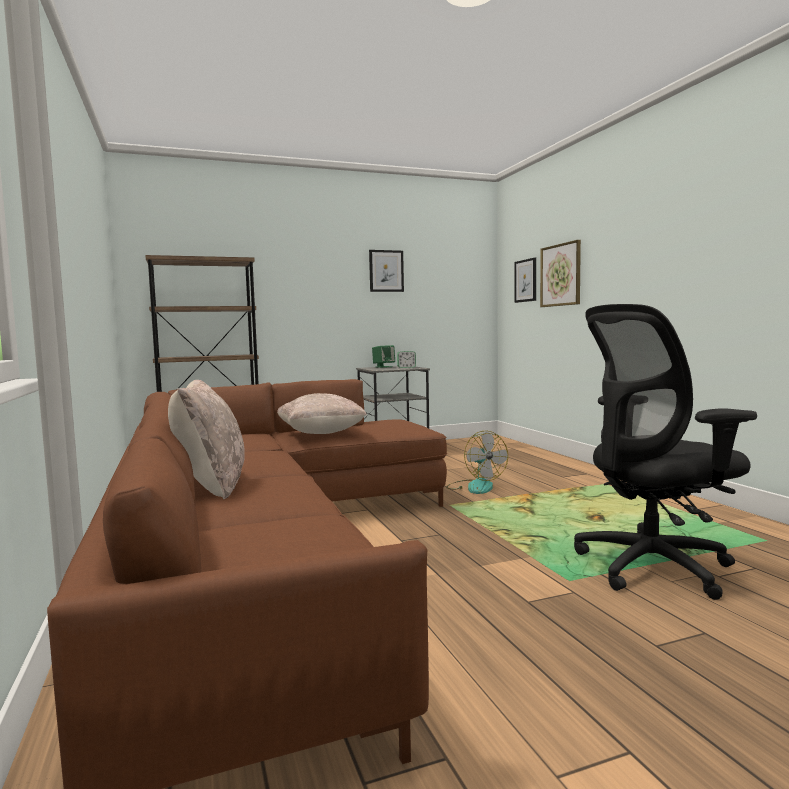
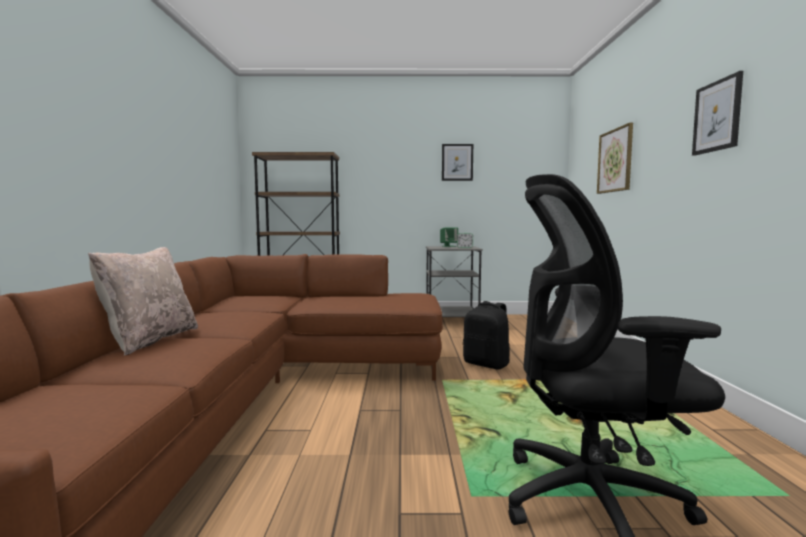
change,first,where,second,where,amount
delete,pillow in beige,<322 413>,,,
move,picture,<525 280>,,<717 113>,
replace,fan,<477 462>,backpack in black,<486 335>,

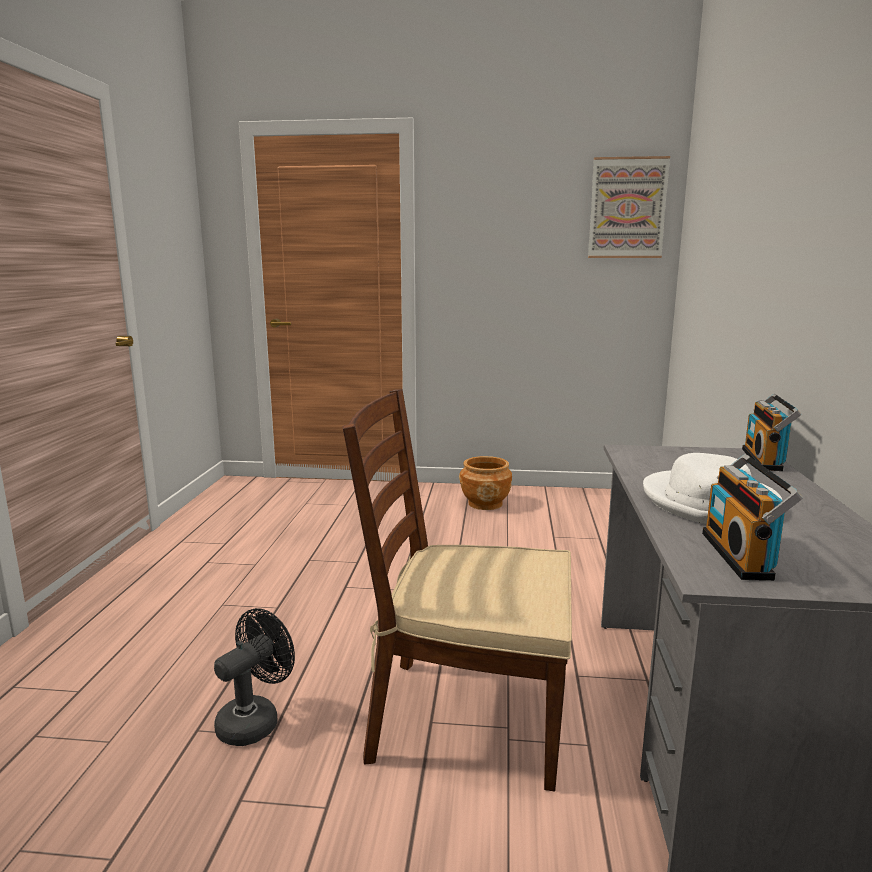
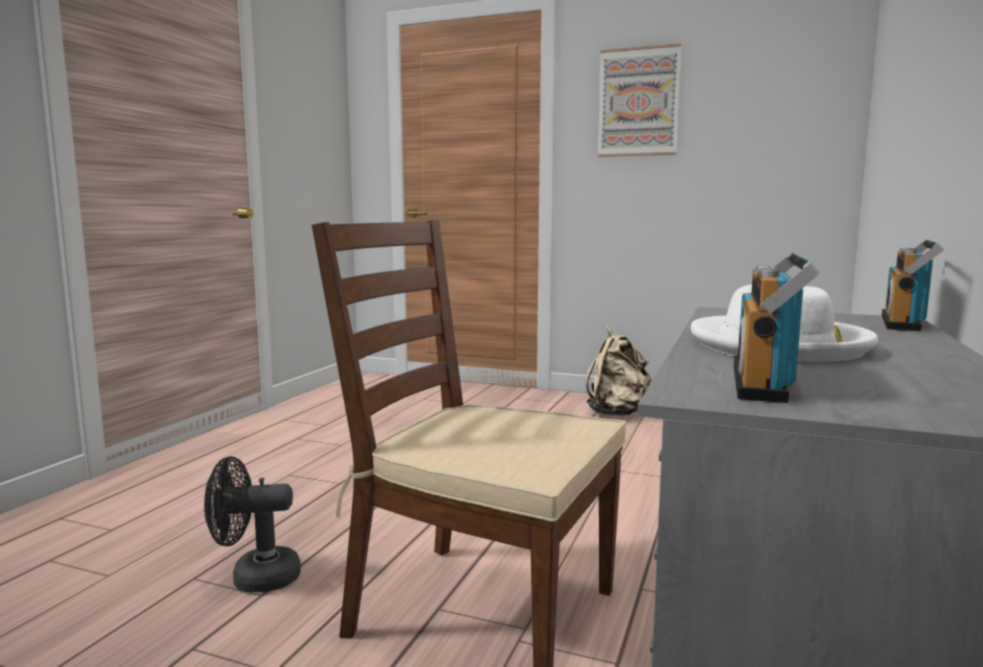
change,first,where,second,where,amount
move,picture,<629 207>,,<640 100>,
replace,planter in brown,<485 483>,backpack in beige,<618 370>,
rotate,fan in black,<254 677>,,<252 524>,150 degrees counterclockwise

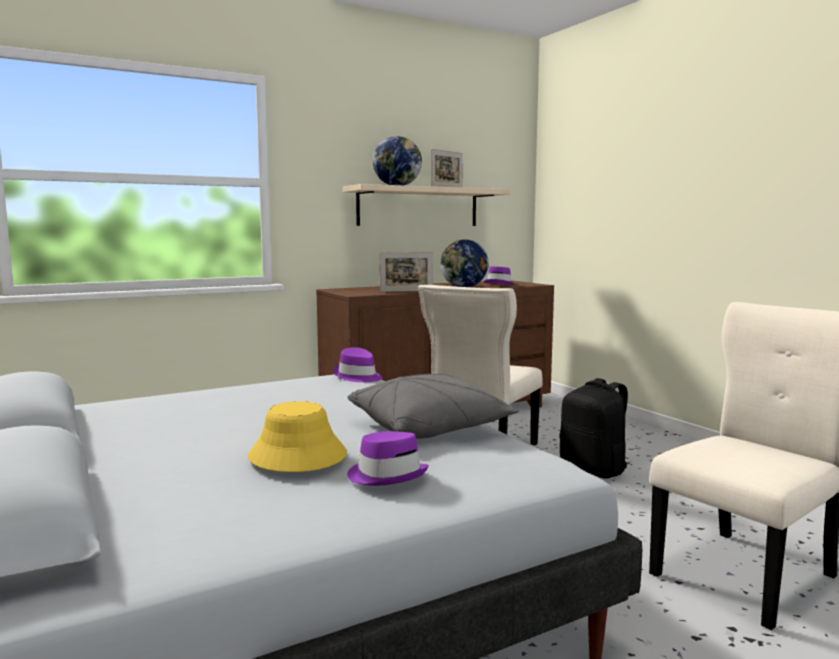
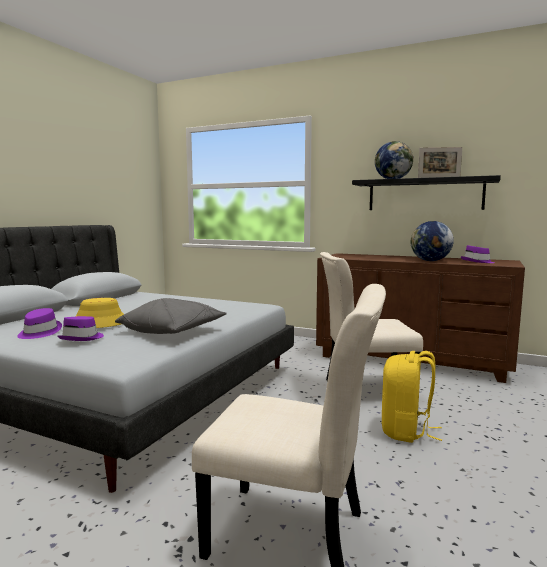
change,first,where,second,where,amount
delete,picture frame,<406 272>,,,
move,hat in purple,<358 364>,,<39 323>,
recolor,shelf in beige,<426 205>,shelf in black,<426 192>,
recolor,backpack in black,<594 428>,backpack in yellow,<412 397>,

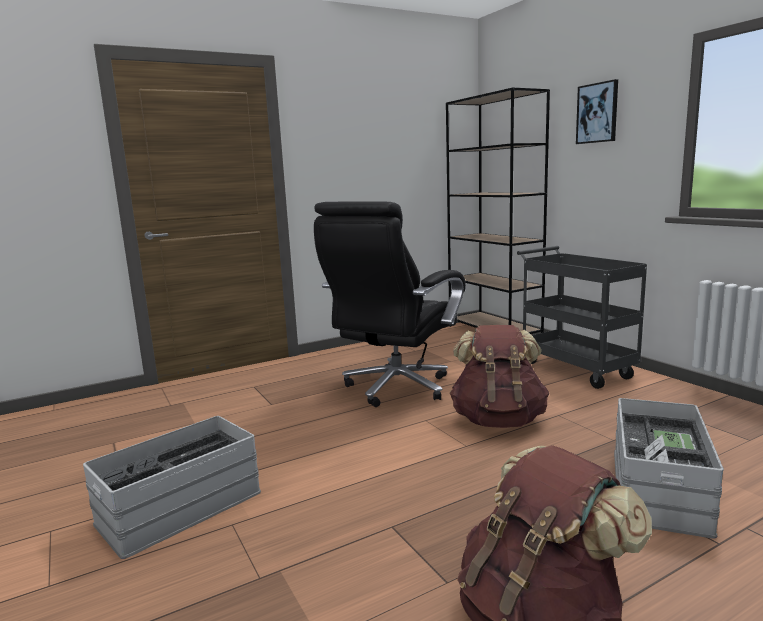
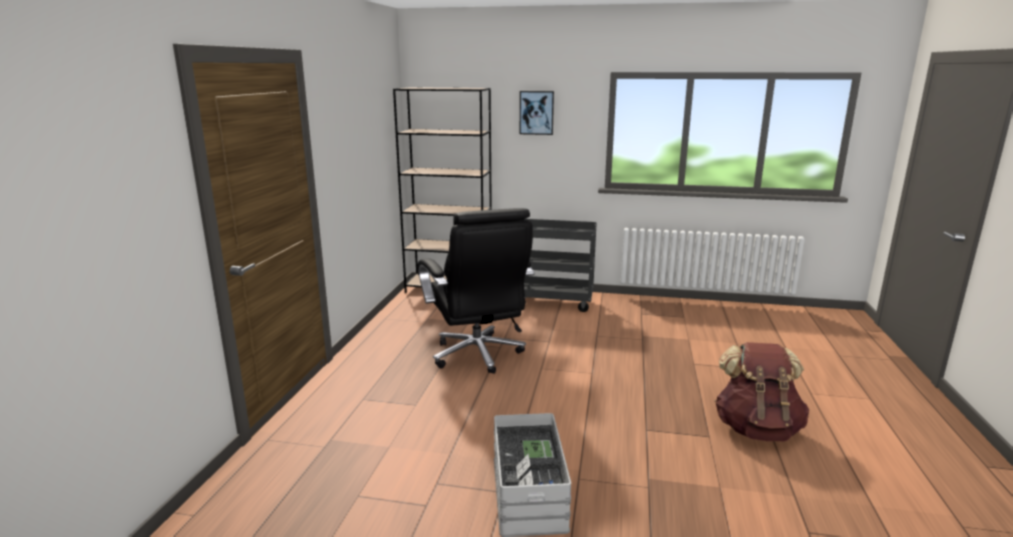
change,first,where,second,where,amount
delete,backpack in brown,<499 376>,,,
delete,storage box in grey,<669 468>,,,

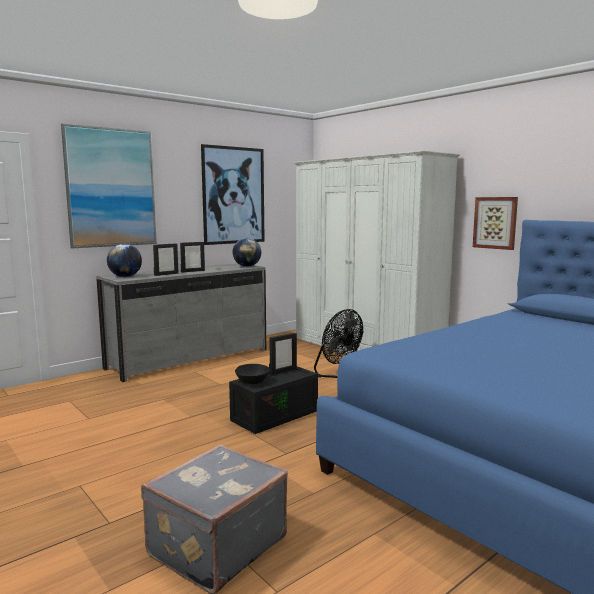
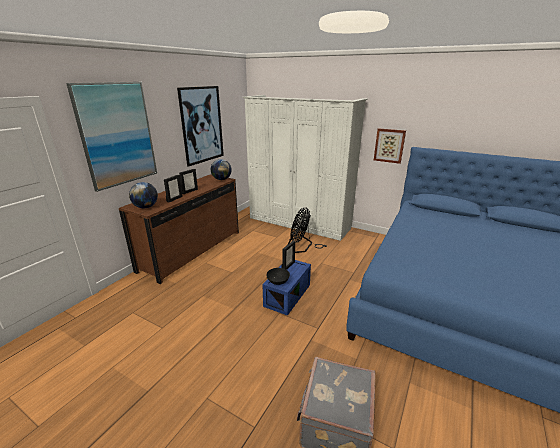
change,first,where,second,where,amount
recolor,dresser in grey,<181 322>,dresser in brown,<179 229>,
recolor,storage box in black,<273 400>,storage box in blue,<286 288>,

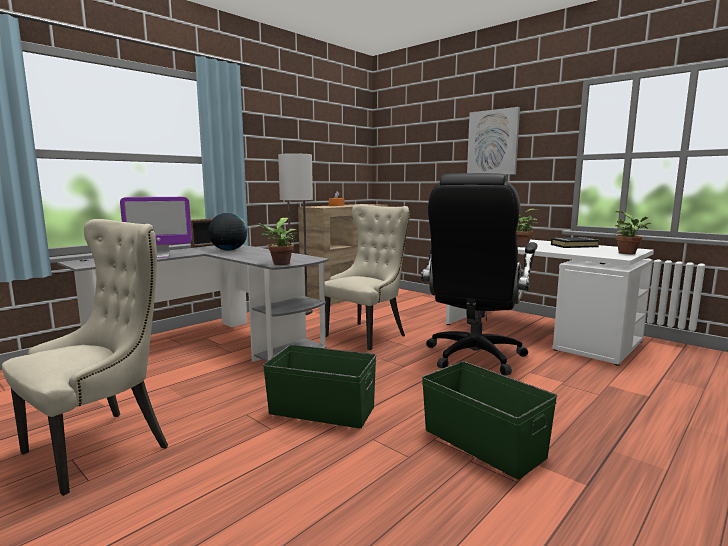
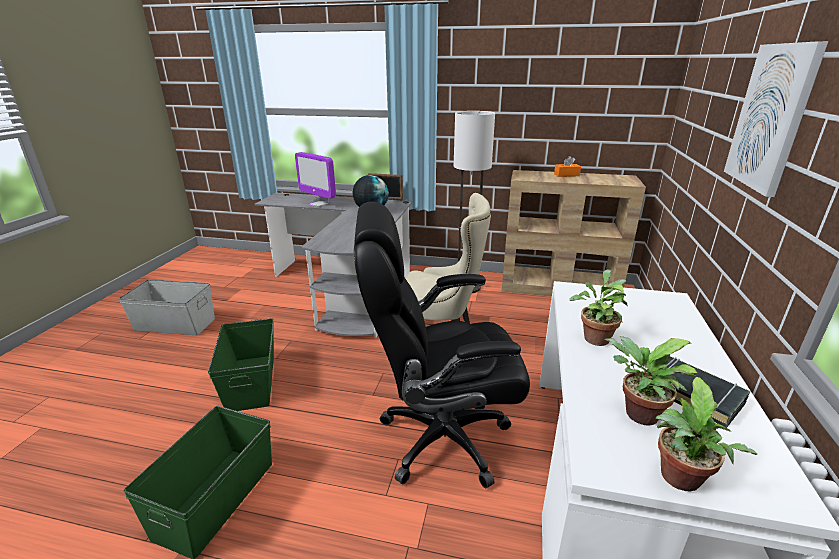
change,first,where,second,where,amount
move,potted plant,<276 241>,,<651 381>,
replace,chair in beige,<85 357>,storage box in grey,<167 307>,

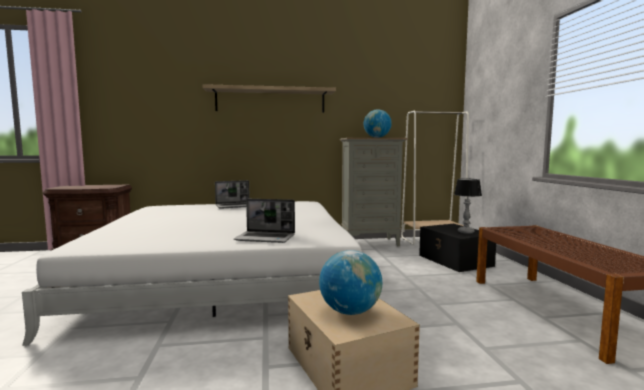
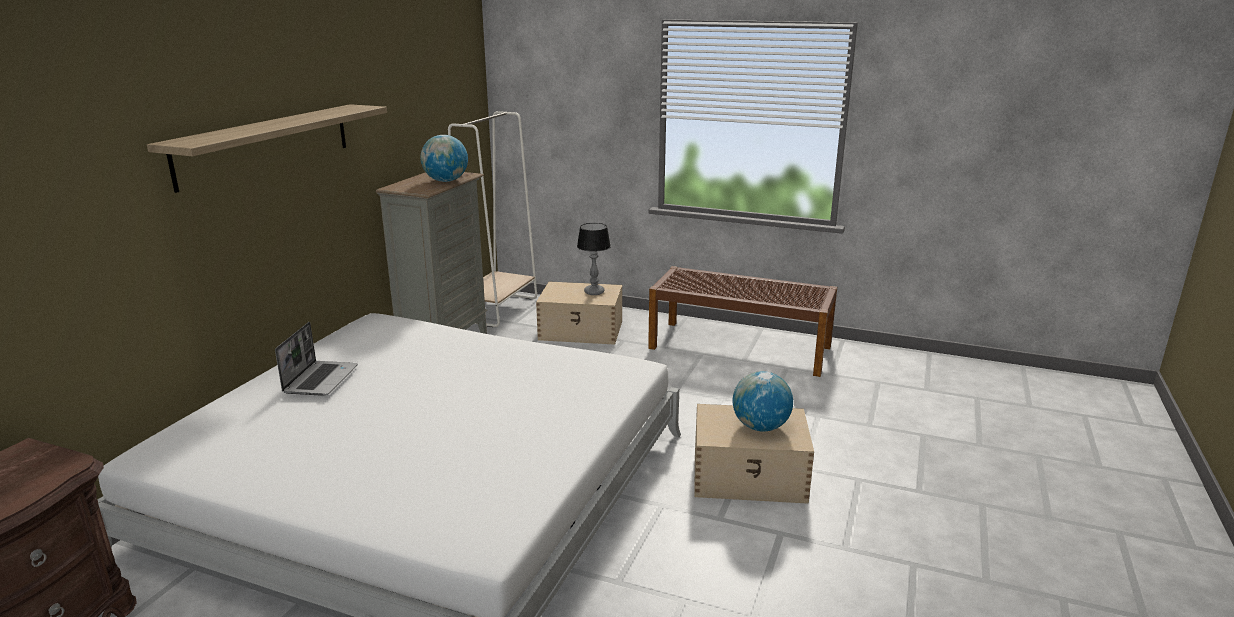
change,first,where,second,where,amount
delete,laptop,<264 221>,,,
recolor,storage box in black,<457 248>,storage box in beige,<579 313>,

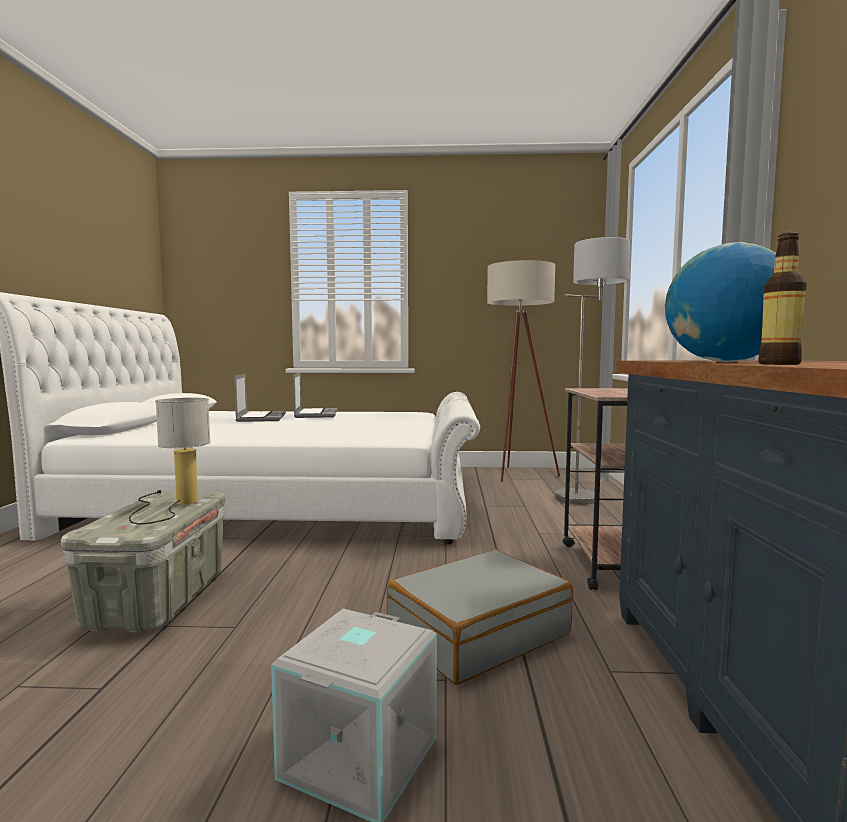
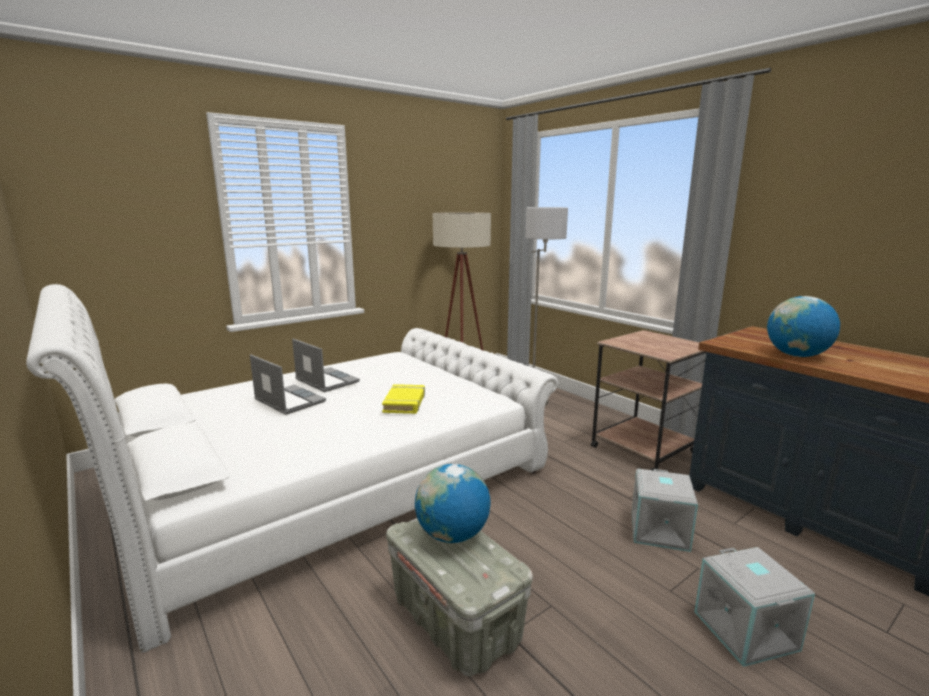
change,first,where,second,where,amount
delete,bottle,<782 298>,,,
insert,,,book in yellow,<403 399>,
replace,table lamp,<170 461>,globe,<453 503>,
replace,suitcase in grey,<480 617>,storage box in grey,<665 510>,

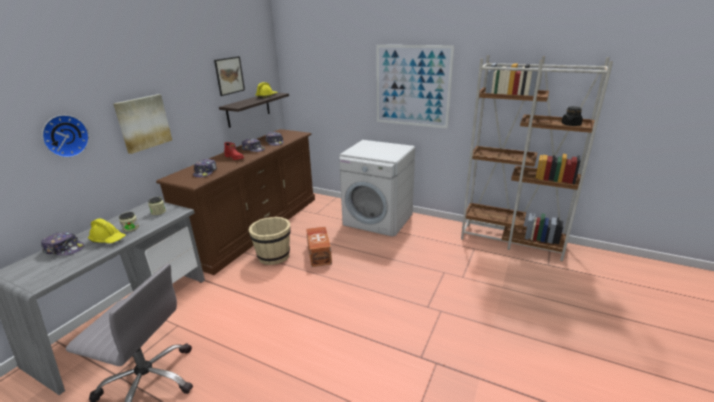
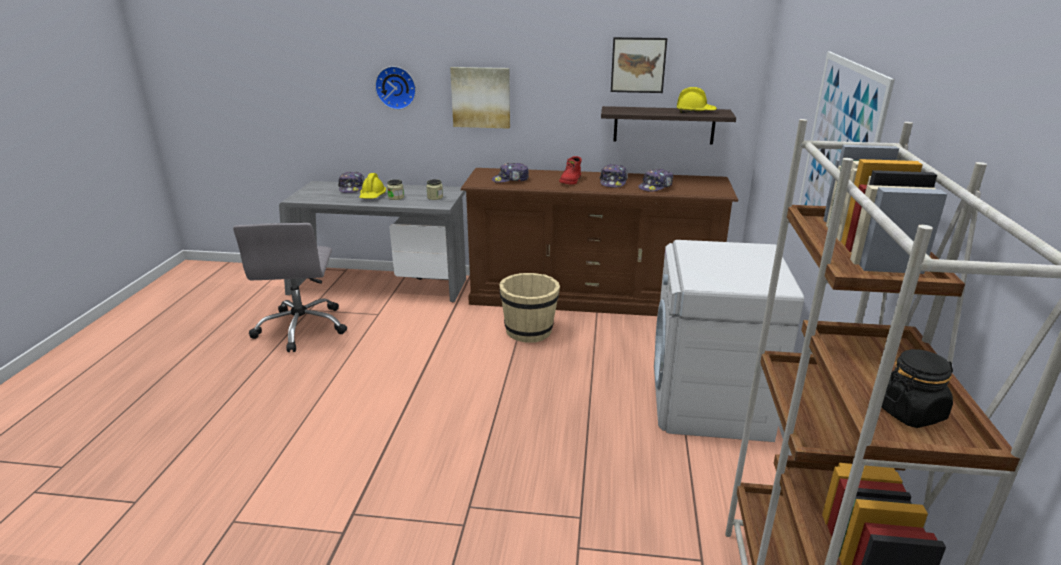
change,first,where,second,where,amount
delete,storage box in brown,<319 246>,,,

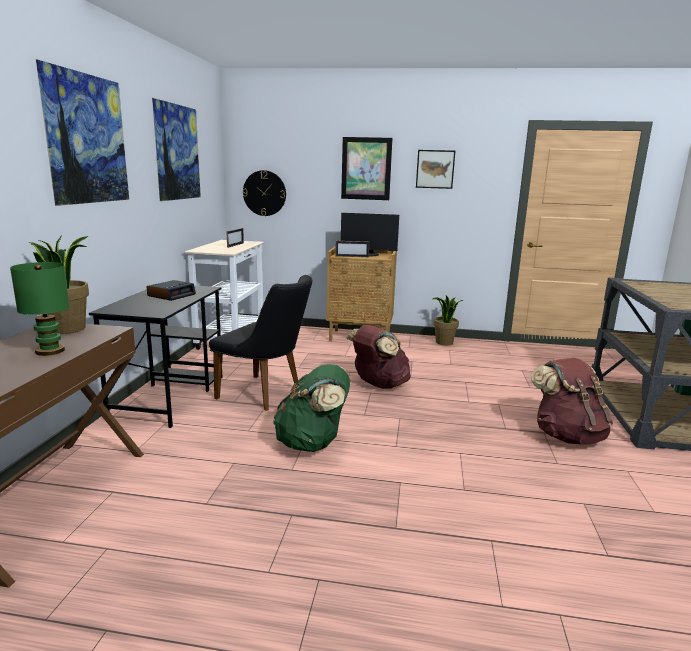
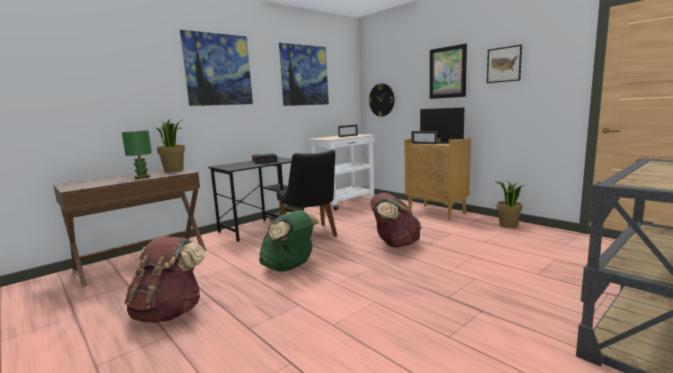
change,first,where,second,where,amount
move,backpack in brown,<572 401>,,<165 279>,

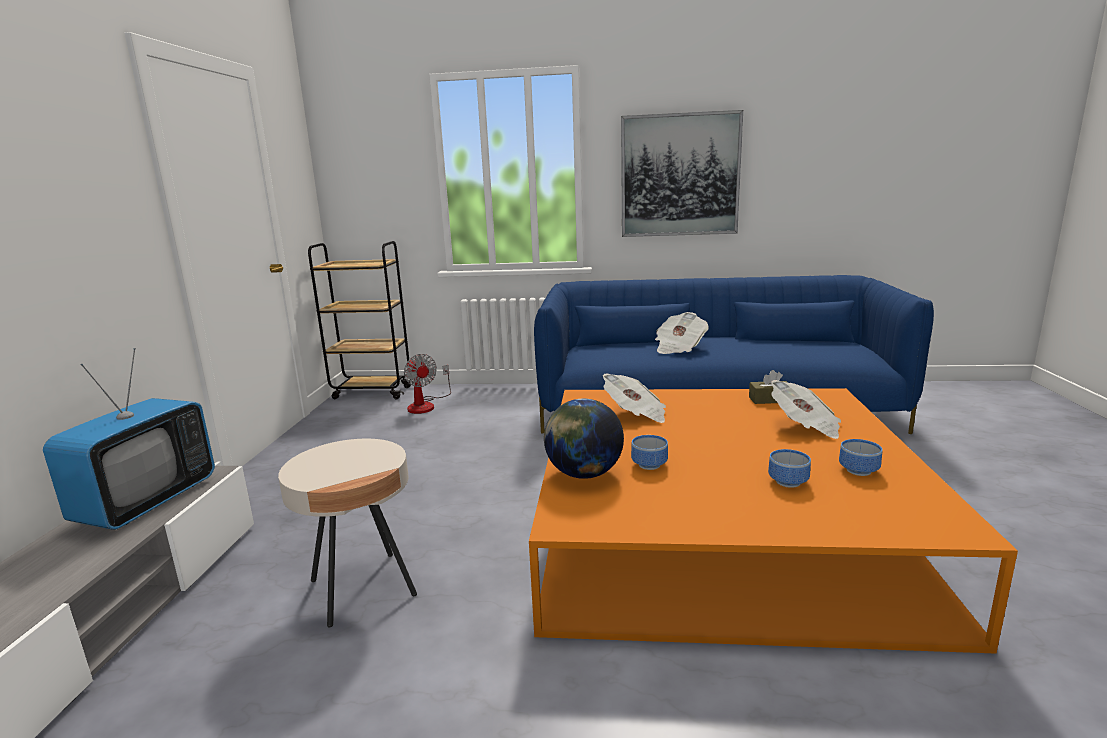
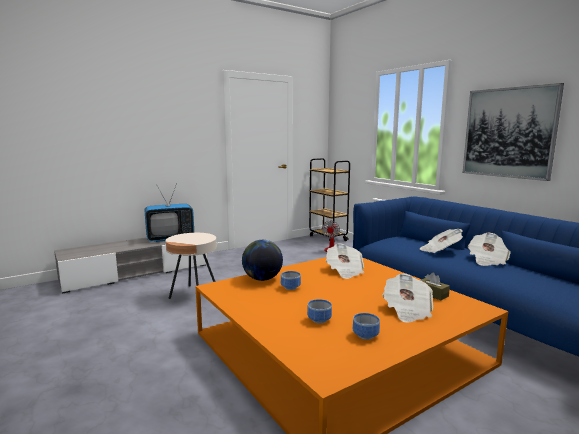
change,first,where,second,where,amount
insert,,,newspaper,<489 249>,

